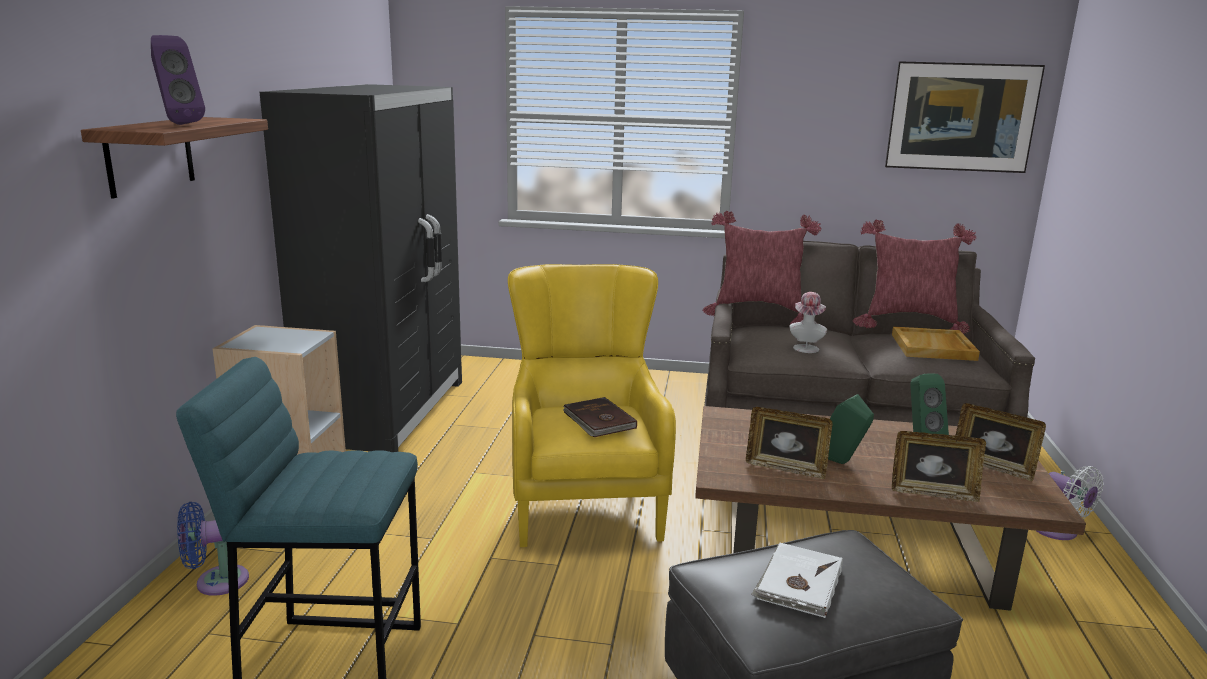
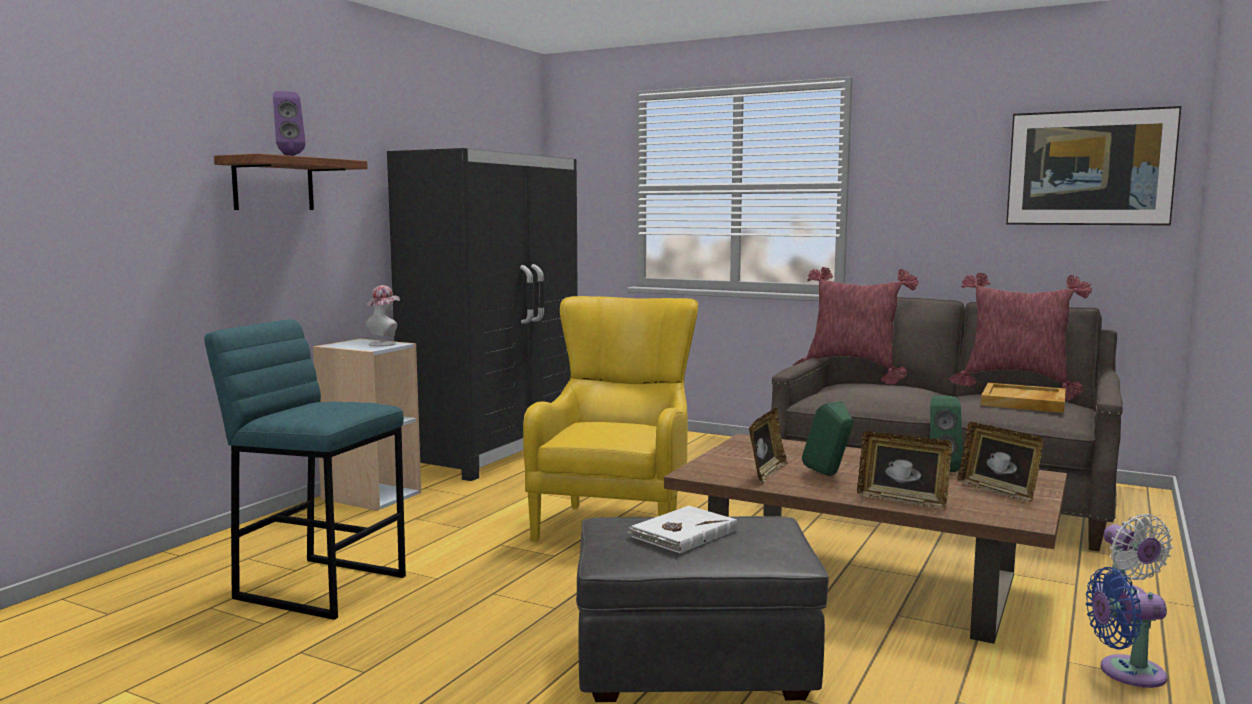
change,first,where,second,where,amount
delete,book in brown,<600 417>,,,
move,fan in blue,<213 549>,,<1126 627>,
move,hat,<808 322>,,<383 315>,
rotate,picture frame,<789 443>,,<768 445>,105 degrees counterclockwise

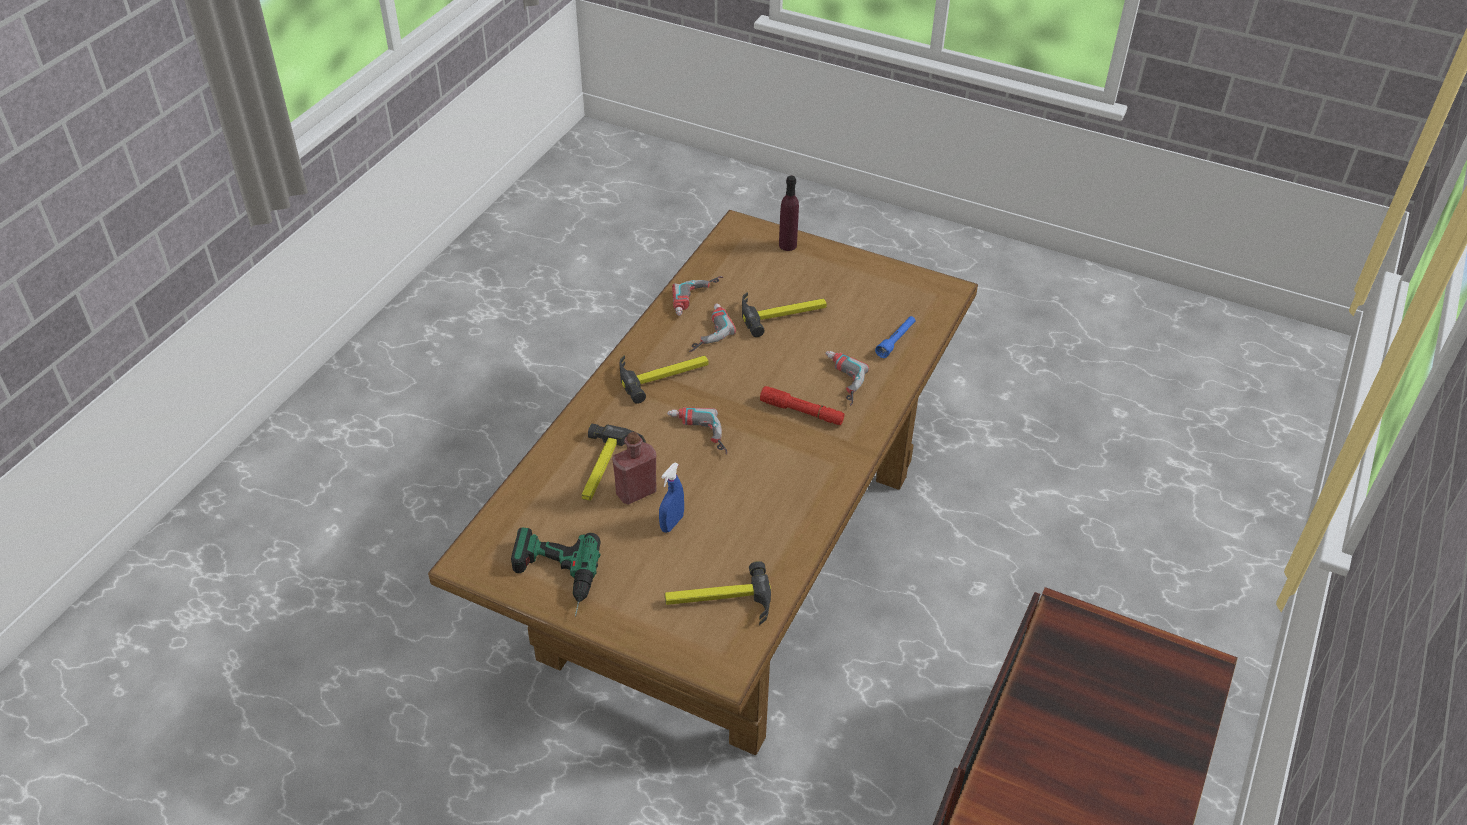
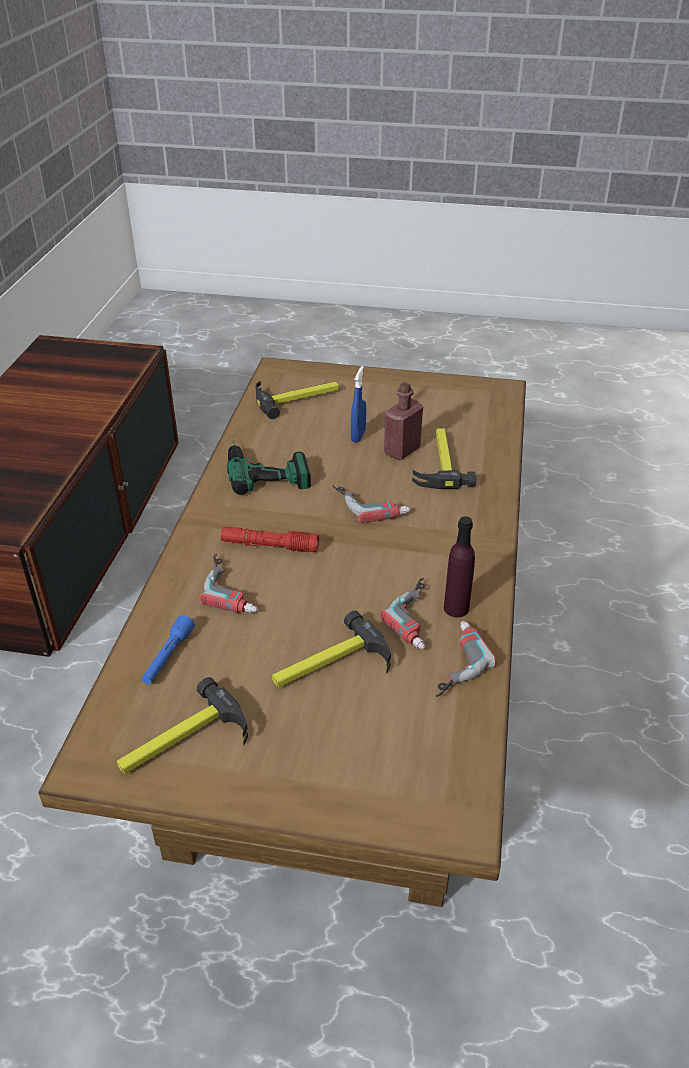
change,first,where,second,where,amount
move,power drill,<556 572>,,<269 466>,
move,hammer,<664 379>,,<182 725>,
move,bottle in purple,<789 213>,,<459 566>,

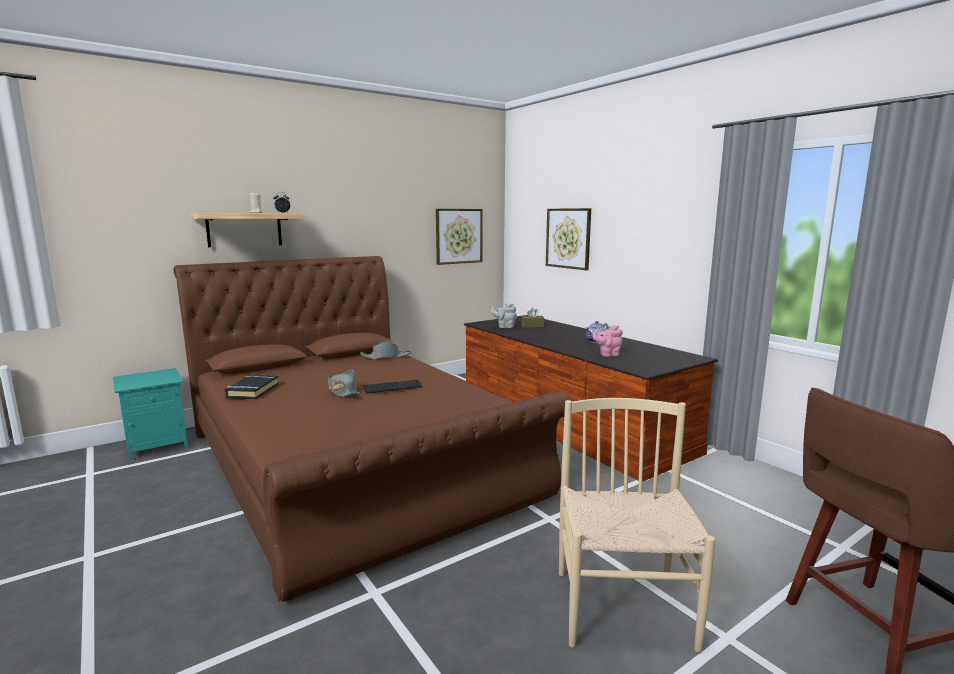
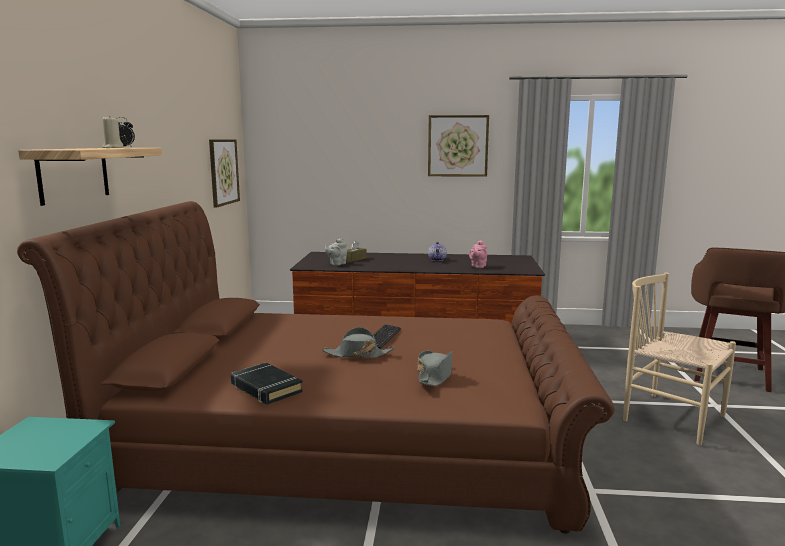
change,first,where,second,where,amount
move,hat in grey,<385 350>,,<434 368>,
move,picture,<568 239>,,<458 146>,

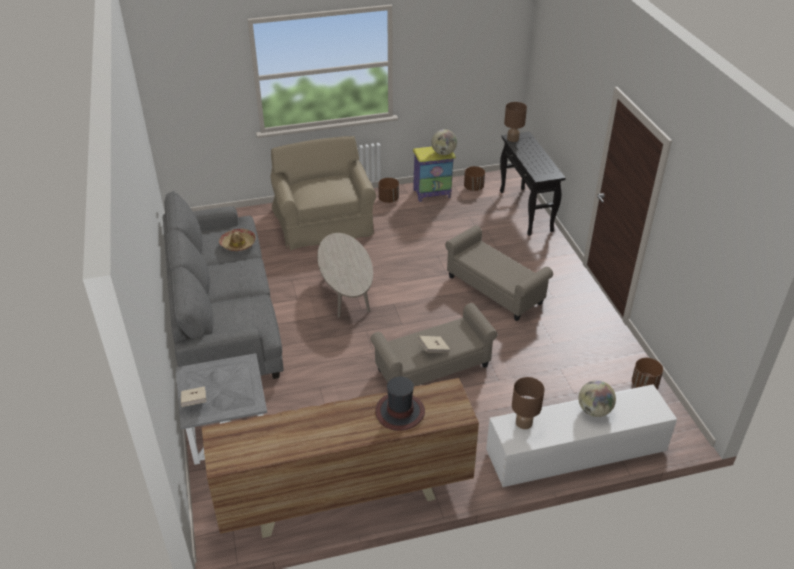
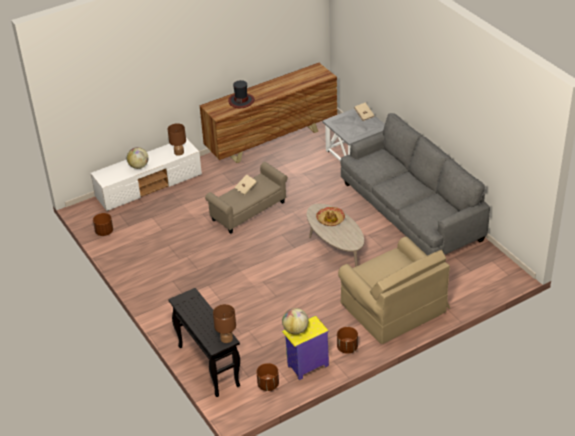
change,first,where,second,where,amount
delete,ottoman in beige,<499 273>,,,
move,hat,<237 239>,,<330 216>,

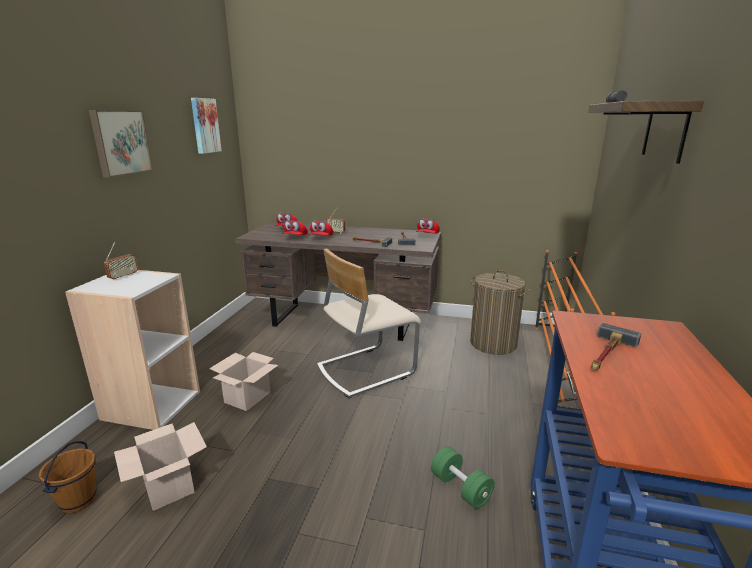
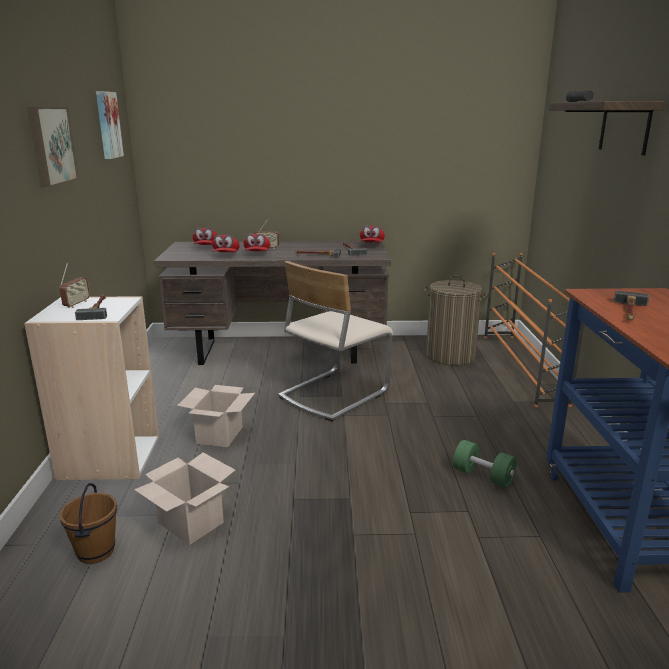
change,first,where,second,where,amount
insert,,,hammer,<91 307>,

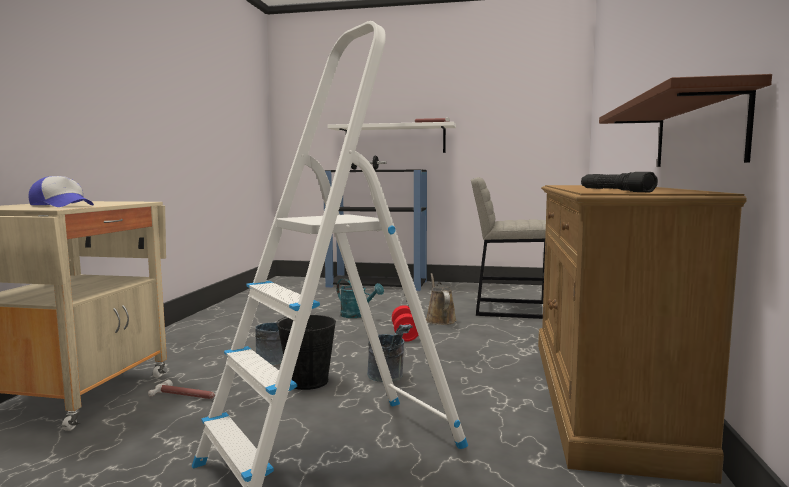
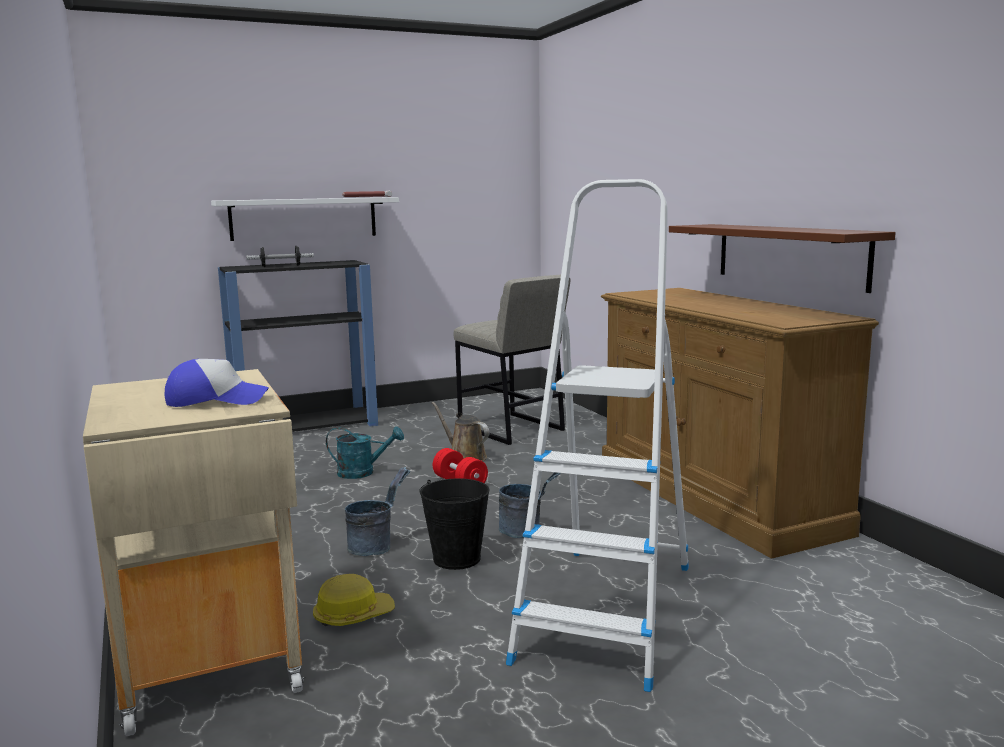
change,first,where,second,where,amount
delete,flashlight in black,<619 182>,,,
replace,hammer,<181 389>,hard hat,<354 600>,
rotate,chair in grey,<508 248>,,<512 360>,105 degrees counterclockwise

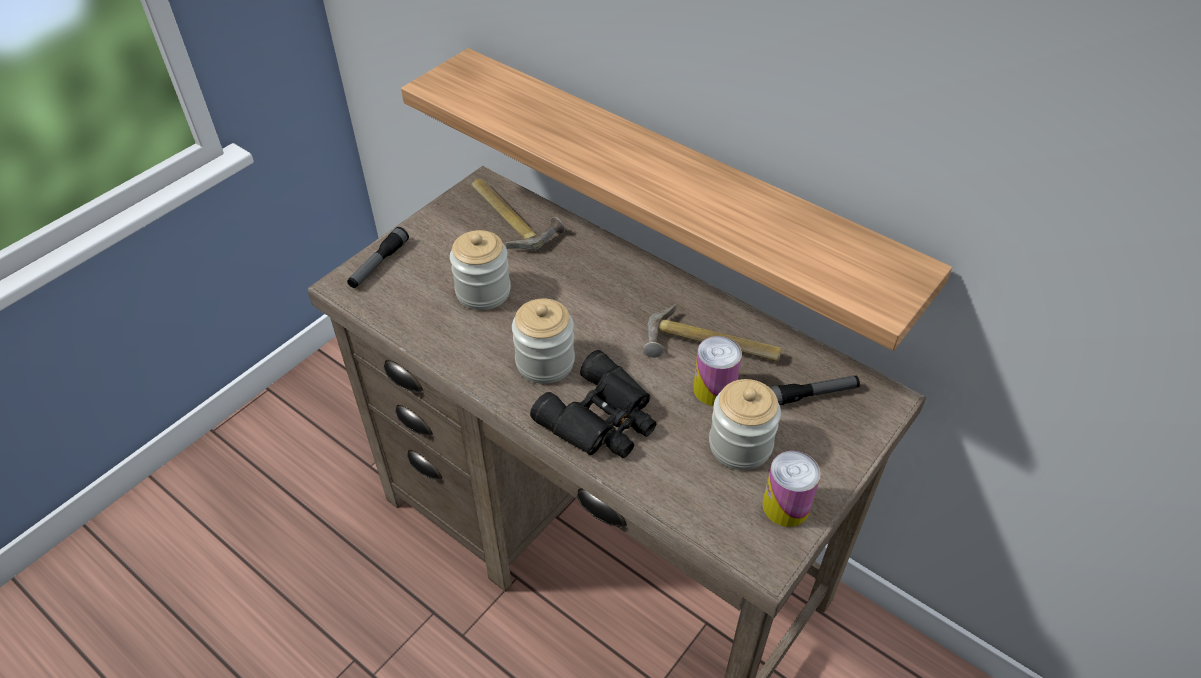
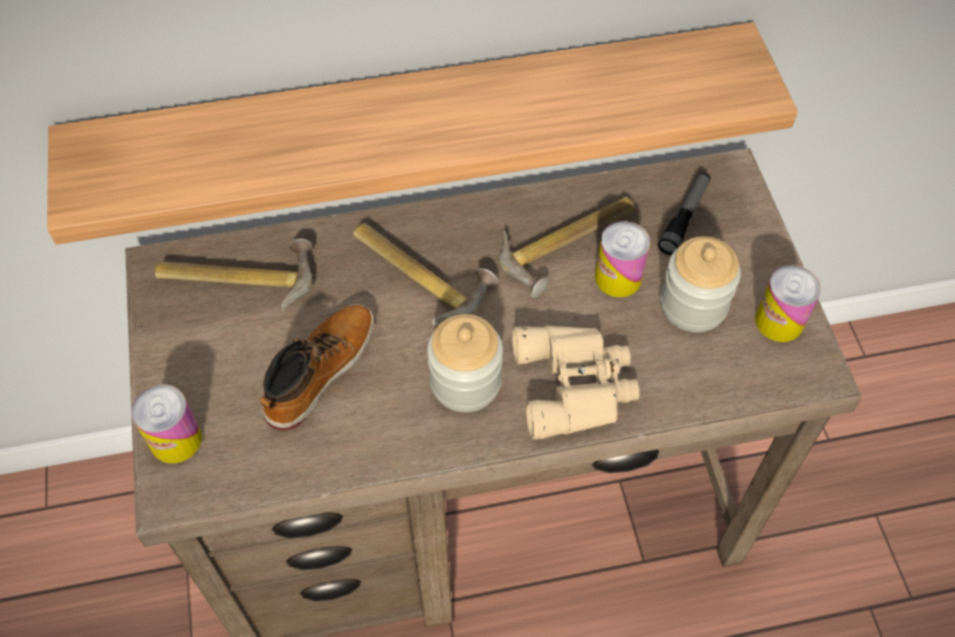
change,first,where,second,where,amount
insert,,,hammer,<425 274>,
replace,flashlight,<378 257>,can,<166 424>,
replace,jar,<480 270>,boot,<317 367>,
recolor,binoculars in black,<593 404>,binoculars in beige,<576 382>,

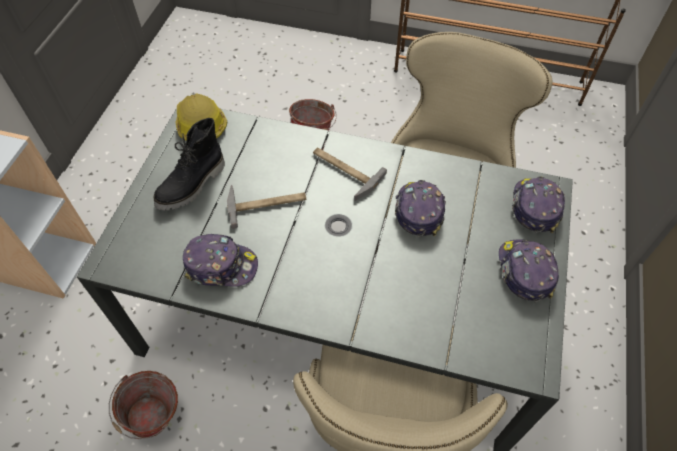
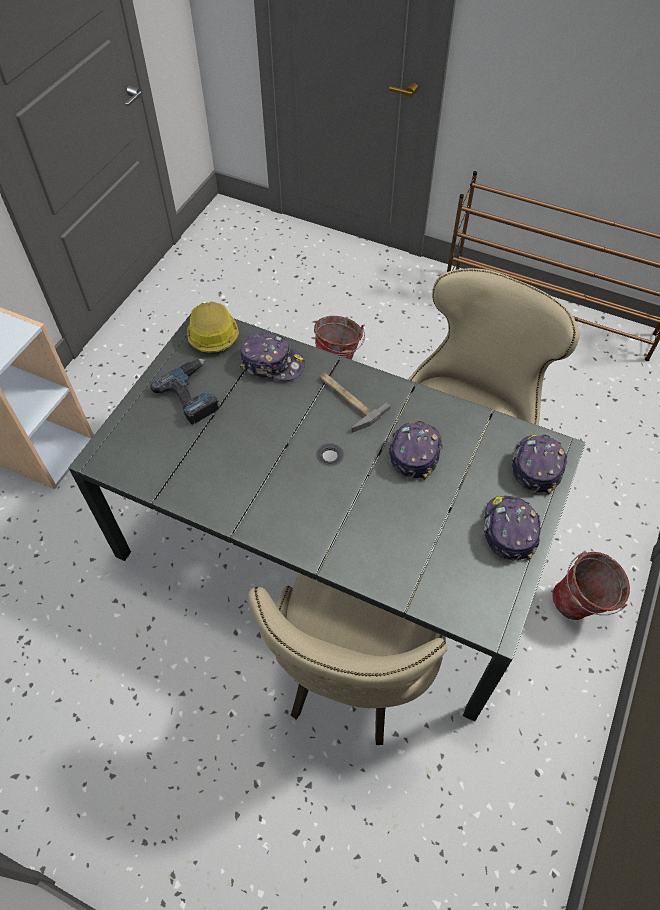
change,first,where,second,where,amount
delete,hammer,<266 207>,,,
move,bucket,<143 405>,,<591 586>,
move,cap,<220 260>,,<272 357>,
replace,boot in black,<189 164>,power drill,<185 392>,

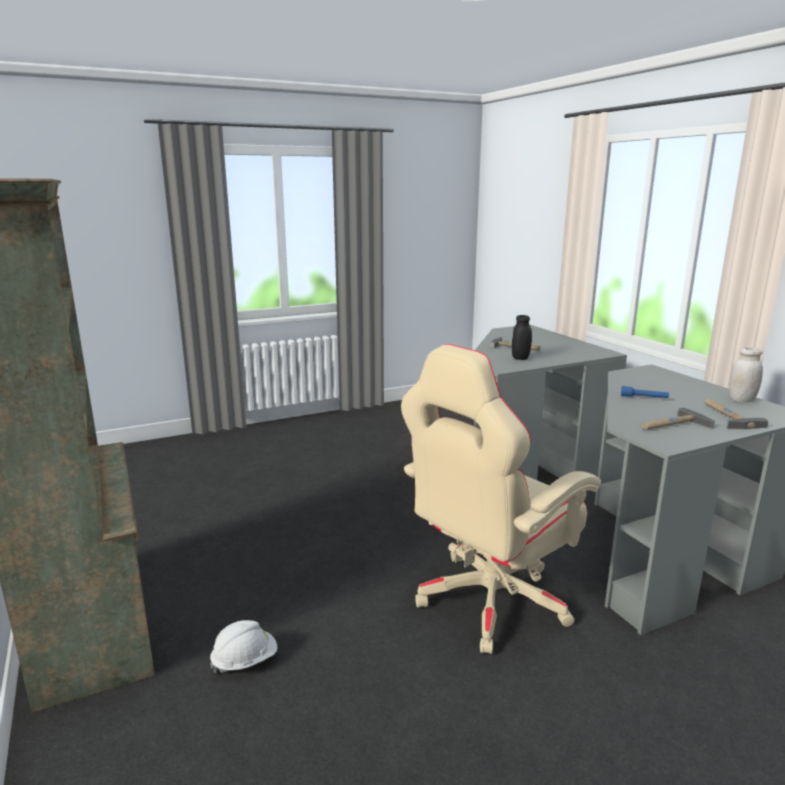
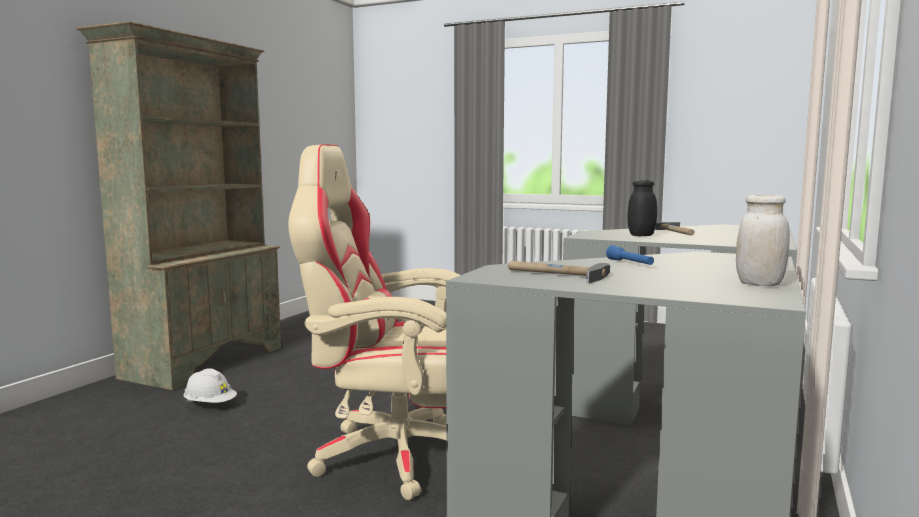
change,first,where,second,where,amount
delete,hammer,<736 414>,,,

